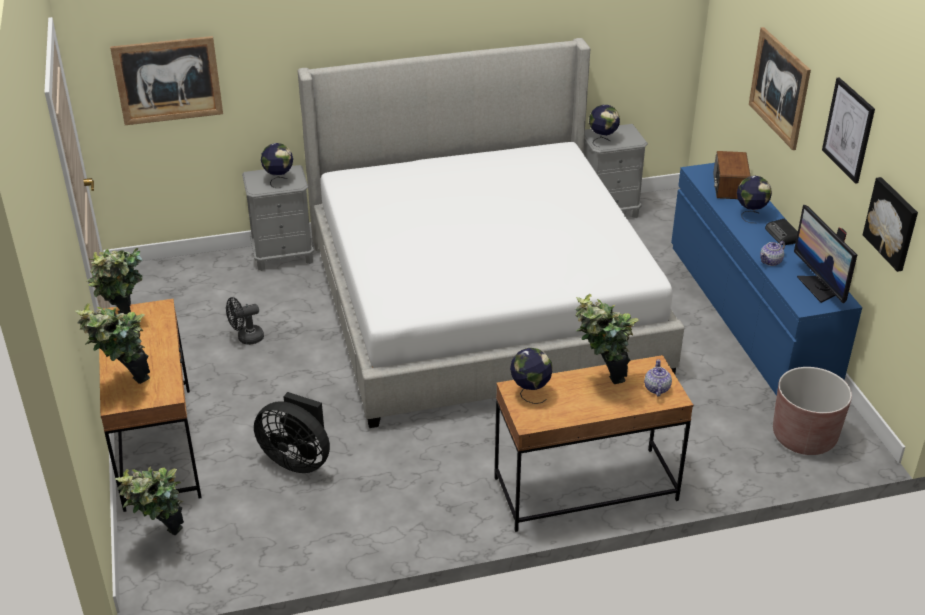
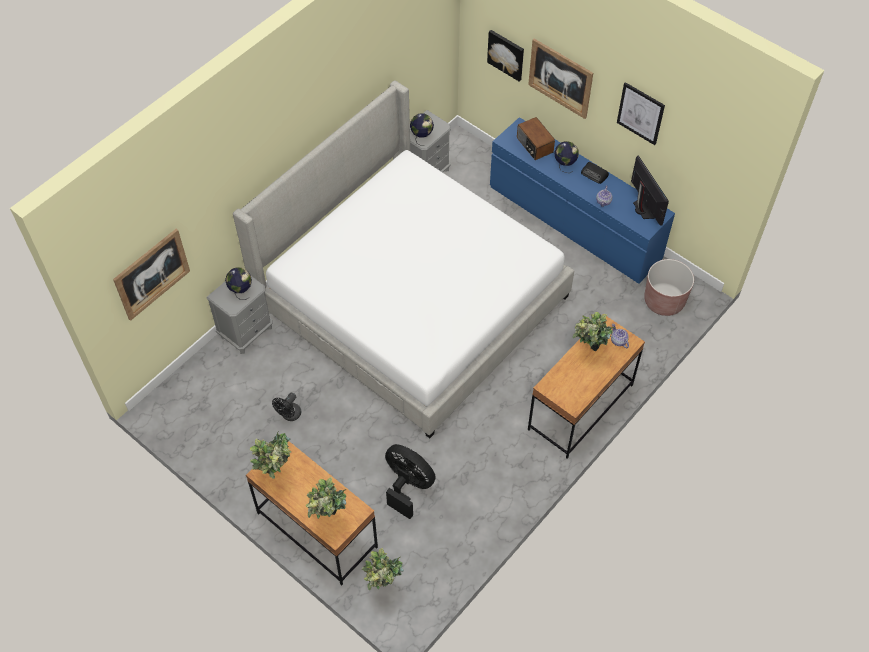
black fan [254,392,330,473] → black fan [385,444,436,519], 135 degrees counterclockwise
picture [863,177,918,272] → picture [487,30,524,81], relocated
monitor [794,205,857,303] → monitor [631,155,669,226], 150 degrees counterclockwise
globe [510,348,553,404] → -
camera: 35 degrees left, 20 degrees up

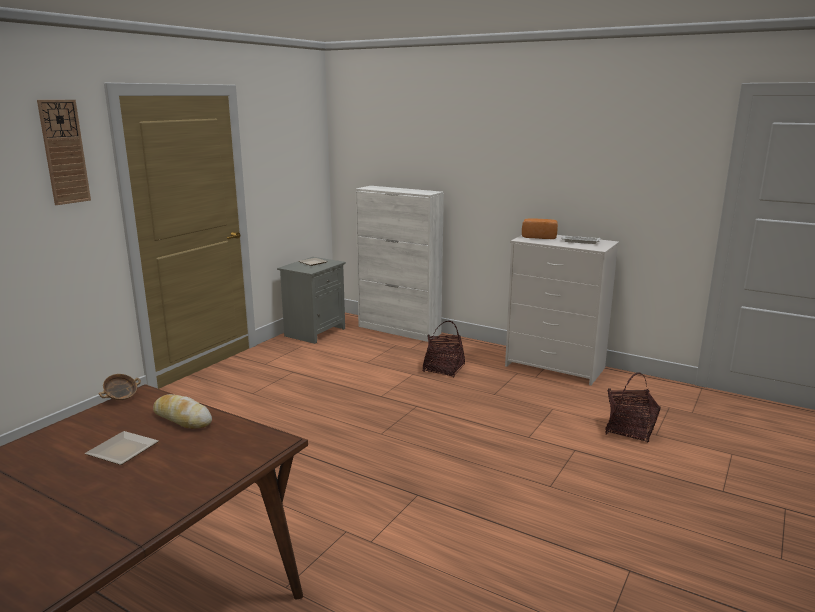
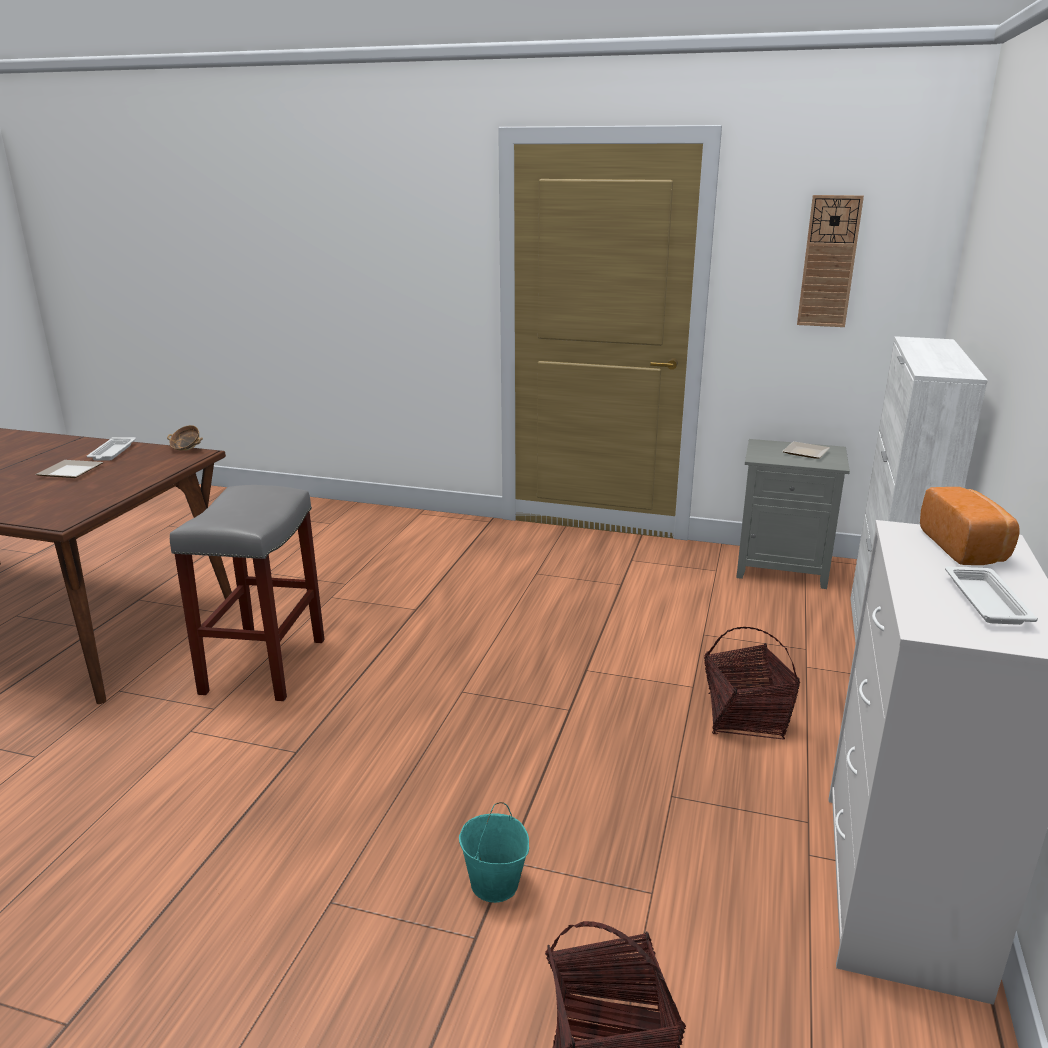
- → white tray [87,437,136,461]
- → grey stool [170,485,324,701]
- → turquoise bucket [459,802,529,903]
wall clock [37,100,91,205] → wall clock [797,195,864,327], relocated
bread [153,394,212,429] → -
camera: 75 degrees right, 5 degrees up

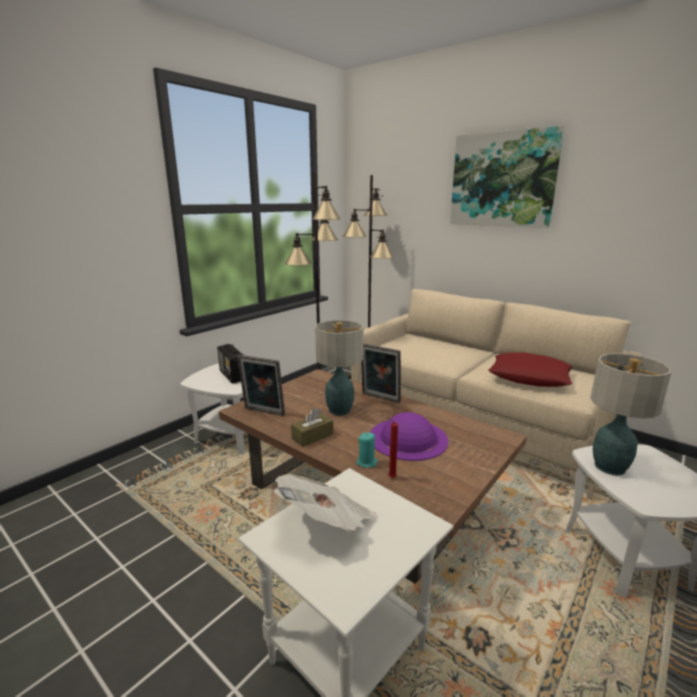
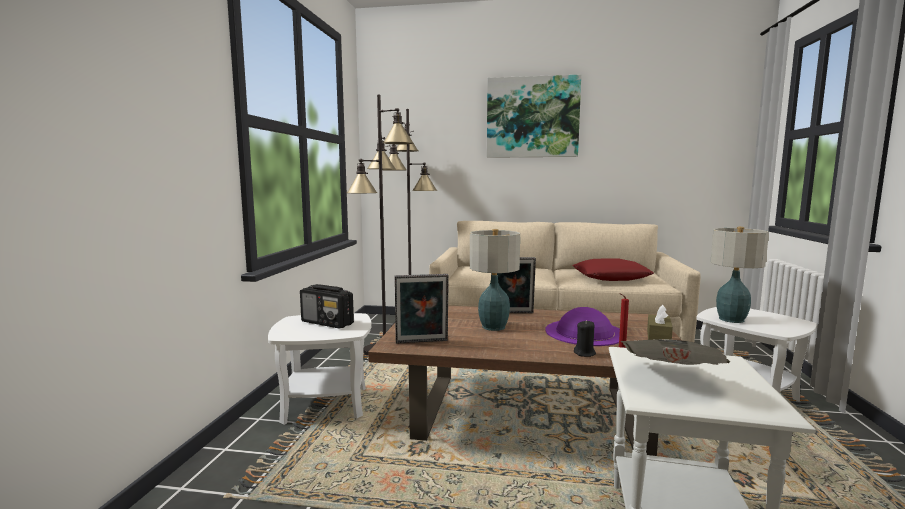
turquoise candle [356,432,378,468] → black candle [574,320,596,357]
brown tissue box [291,408,333,447] → brown tissue box [647,305,673,340], relocated
camera: 30 degrees left, 10 degrees down

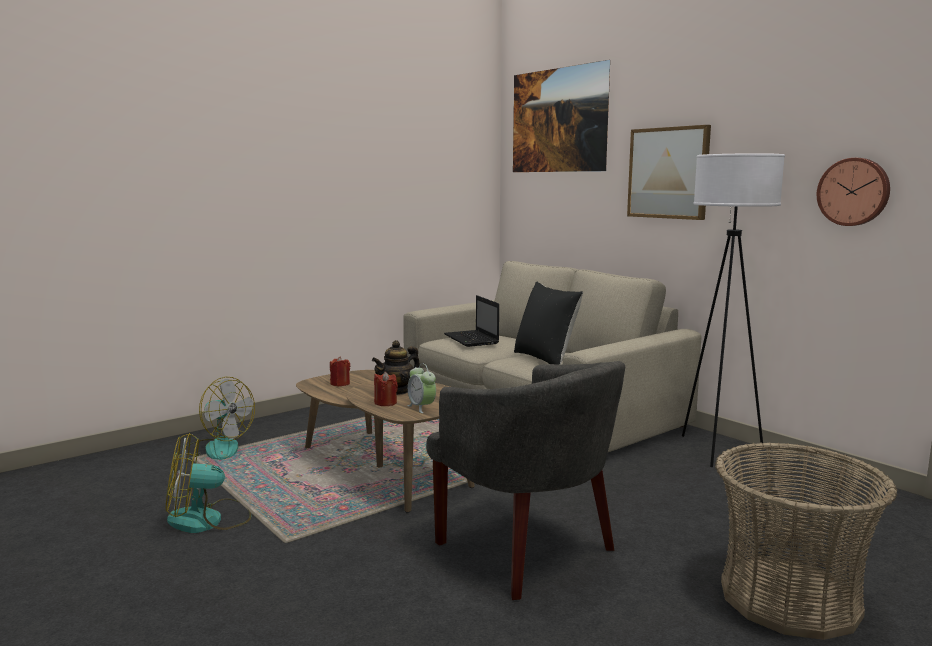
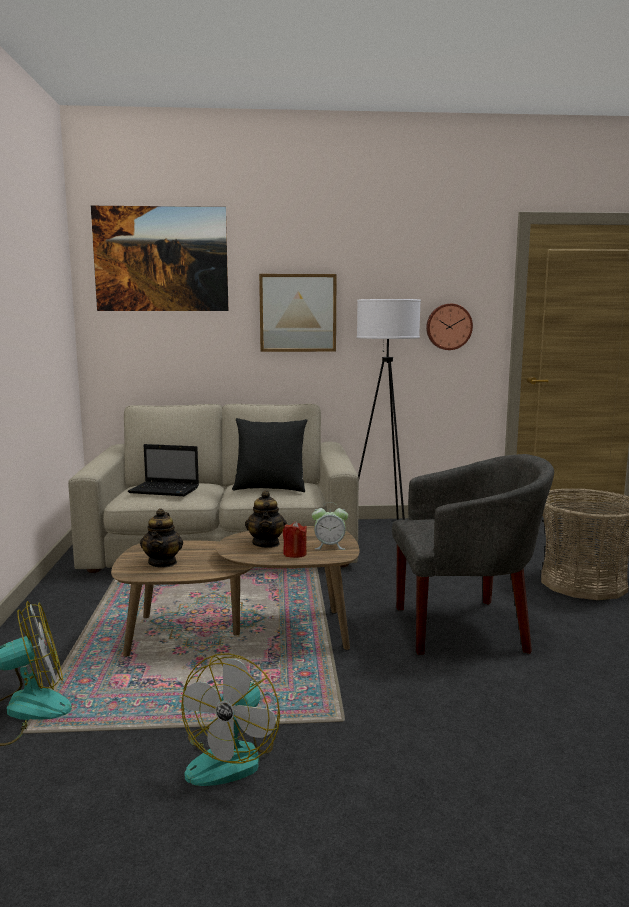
red candle [330,356,350,387] → teapot [140,508,183,568]
camera: 55 degrees left, 0 degrees up

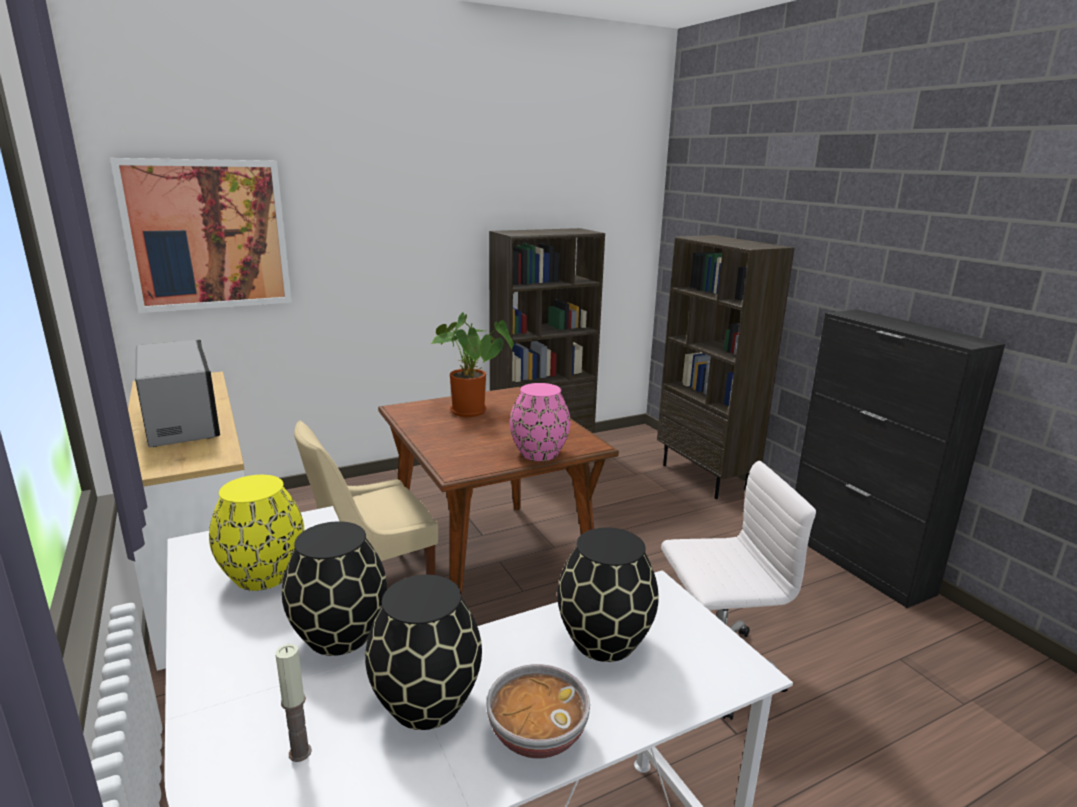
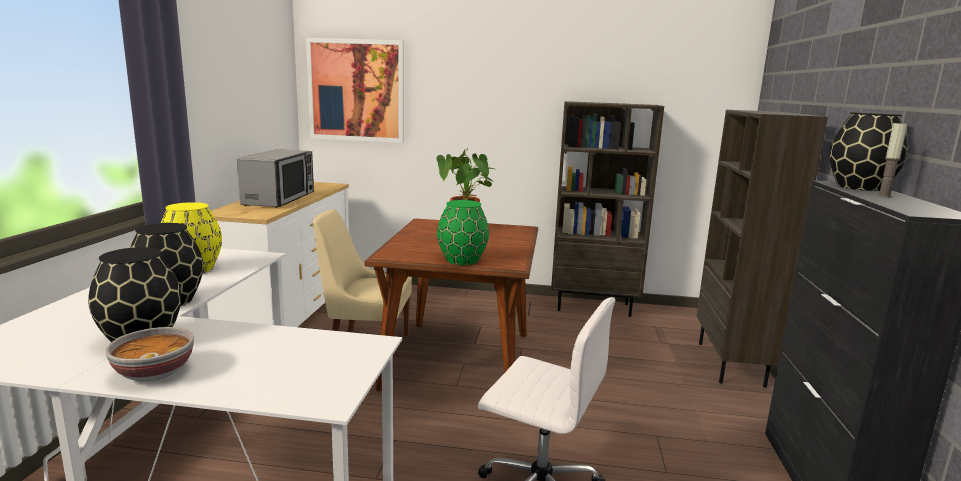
pink vase [510,383,571,461] → green vase [437,200,489,265]
black vase [557,527,659,662] → black vase [830,112,908,191], relocated
candle [275,644,312,762] → candle [877,122,908,197], relocated
camera: 35 degrees right, 5 degrees down

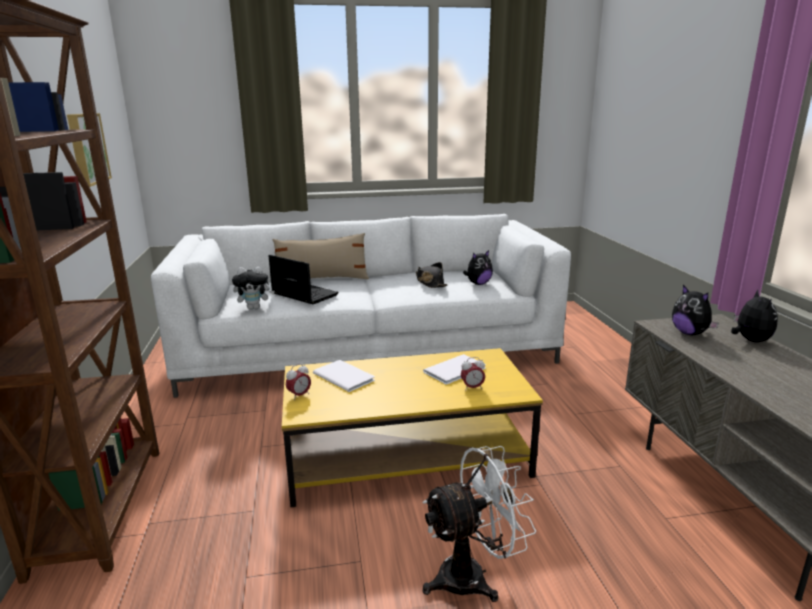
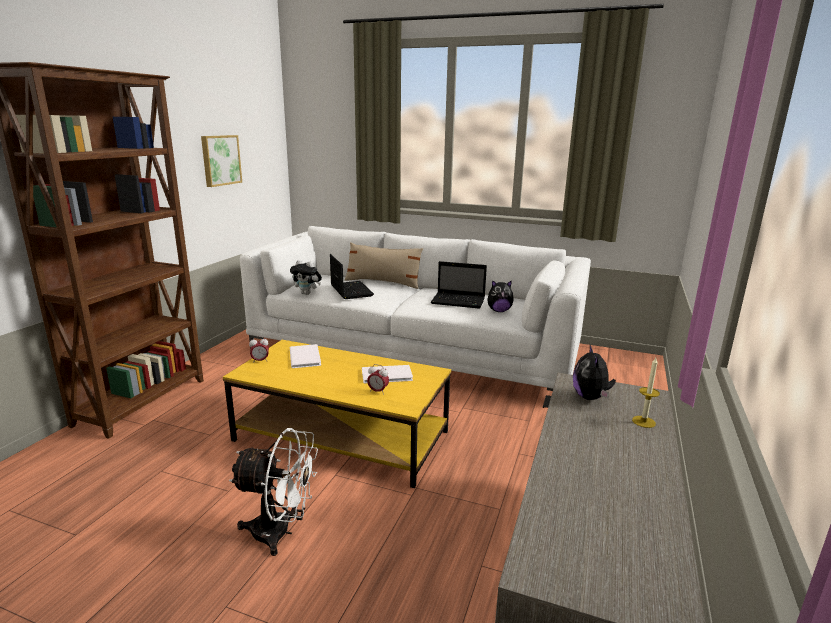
black hat [416,262,448,288] → laptop [431,261,487,309]
plush toy [731,290,778,342] → candle [632,358,660,428]
camera: 30 degrees right, 0 degrees up

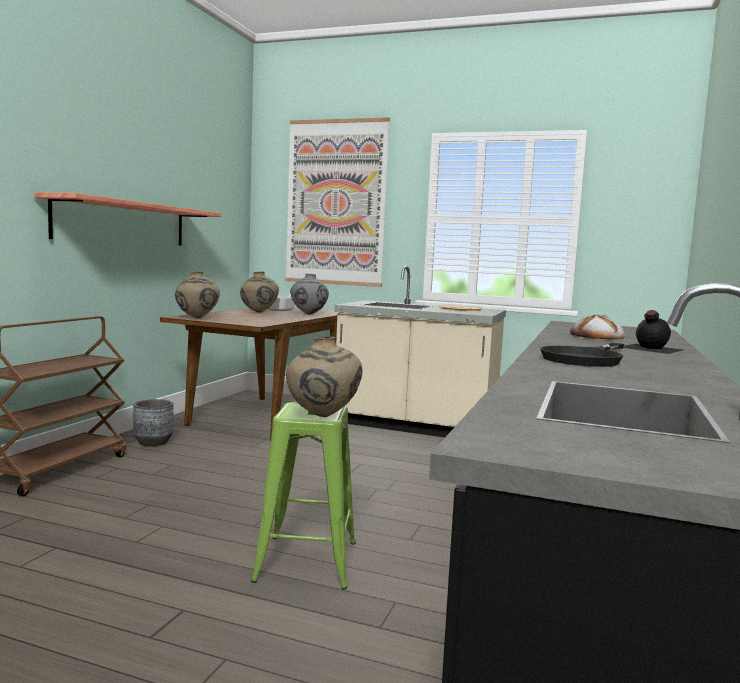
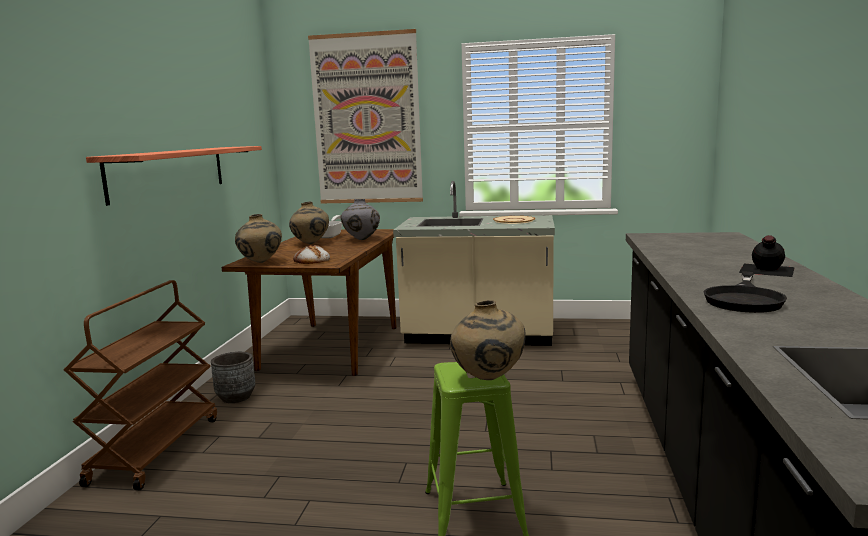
bread [570,315,625,339] → bread [293,245,330,264], relocated
camera: 10 degrees left, 5 degrees up

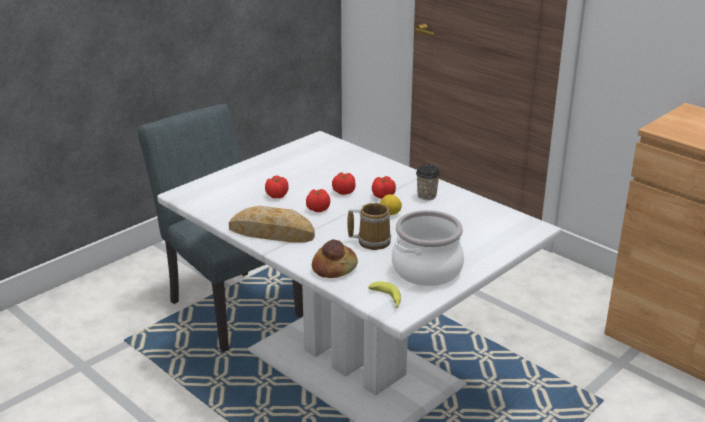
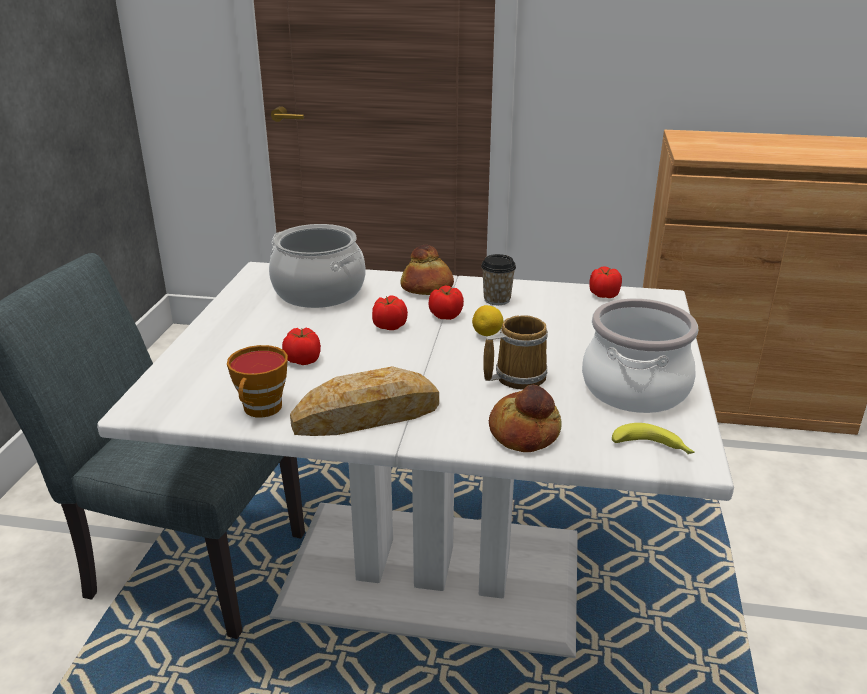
- → cup [227,345,288,418]
- → cooking pot [269,224,365,308]
- → bread [400,245,454,295]
tomato [306,189,330,212] → tomato [590,266,622,298], relocated
camera: 35 degrees left, 0 degrees up

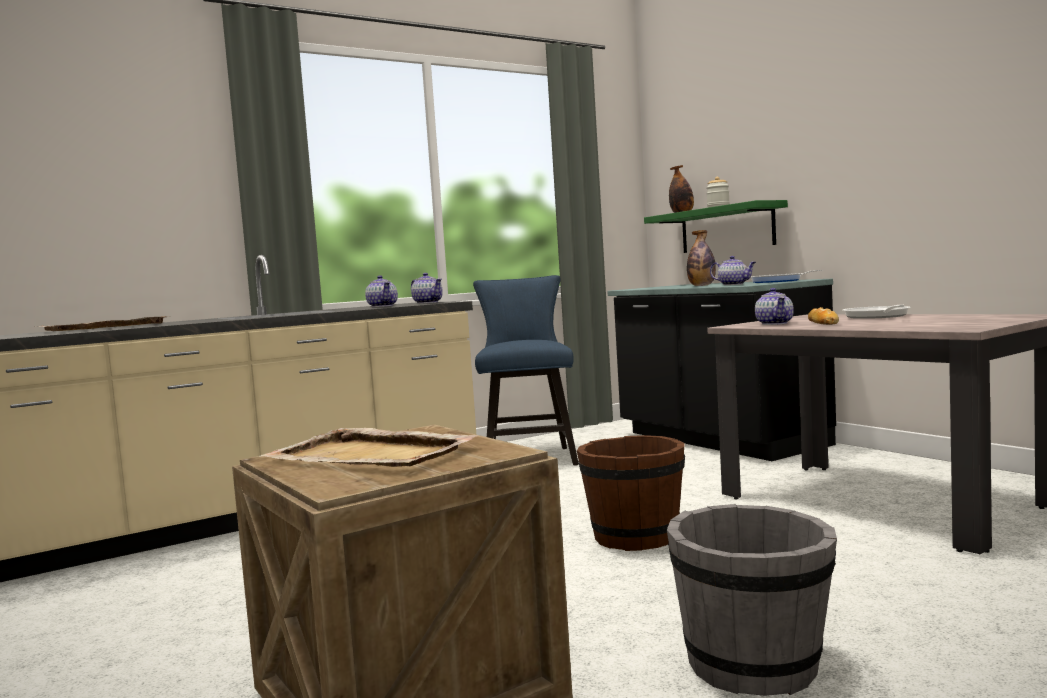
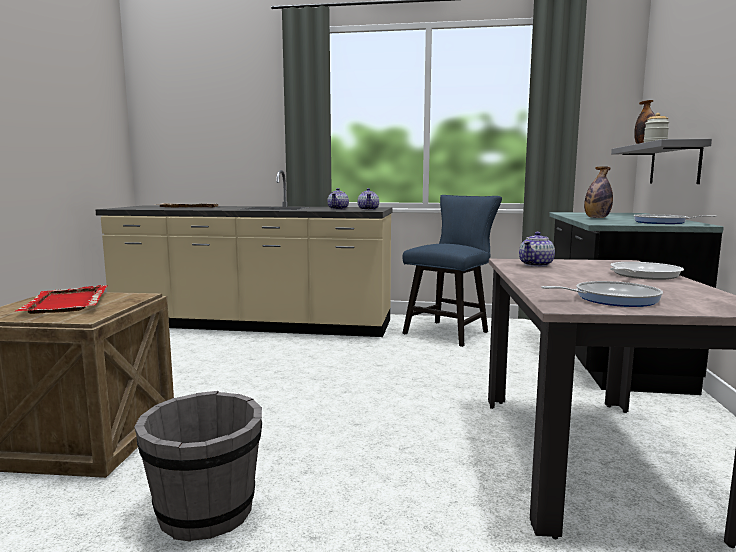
beige tray [259,428,479,467] → red tray [15,285,108,314]
- → frying pan [541,281,663,307]
green shelf [644,200,788,253] → grey shelf [611,139,712,184]
brown bucket [577,435,685,551] → -
teapot [710,256,756,285] → -
bread [808,307,839,325] → -
camera: 40 degrees right, 5 degrees up

